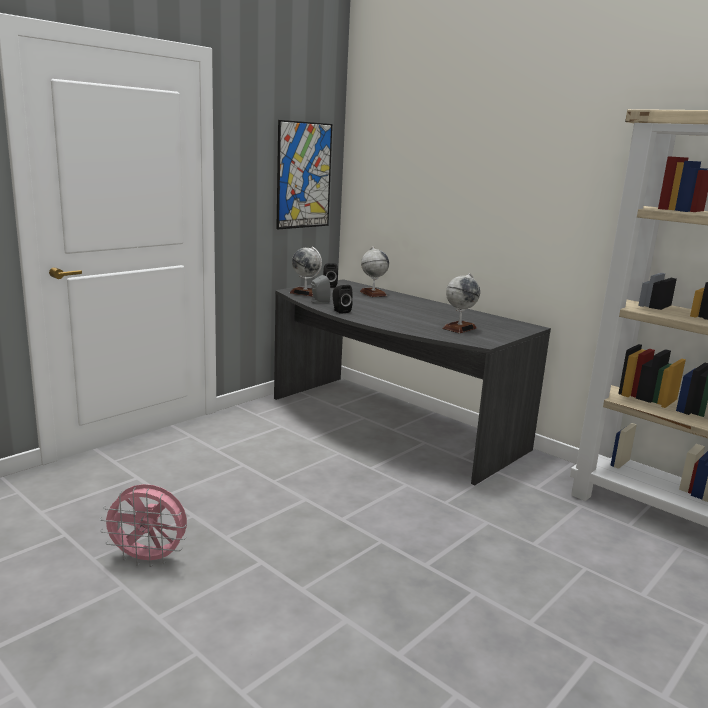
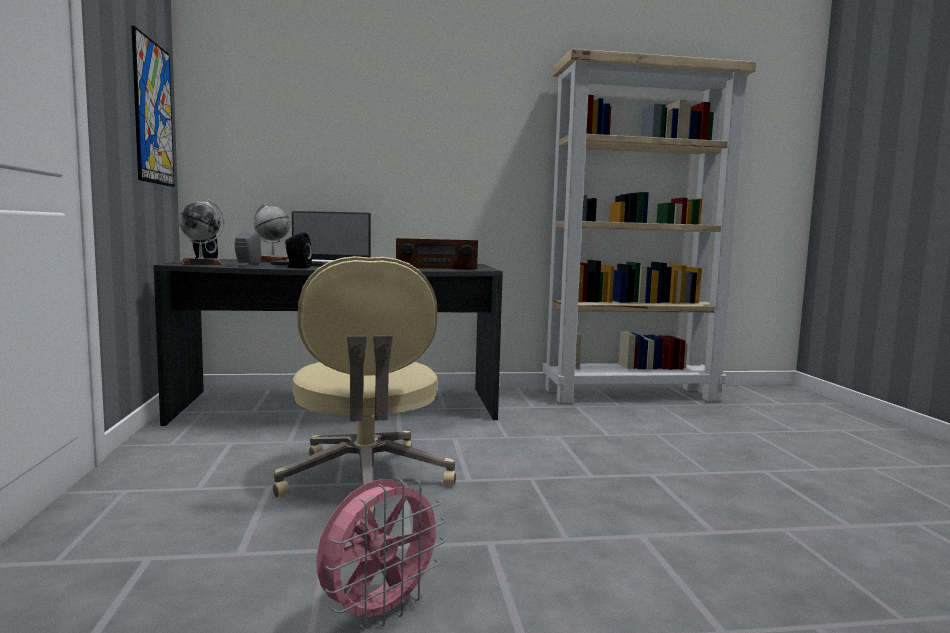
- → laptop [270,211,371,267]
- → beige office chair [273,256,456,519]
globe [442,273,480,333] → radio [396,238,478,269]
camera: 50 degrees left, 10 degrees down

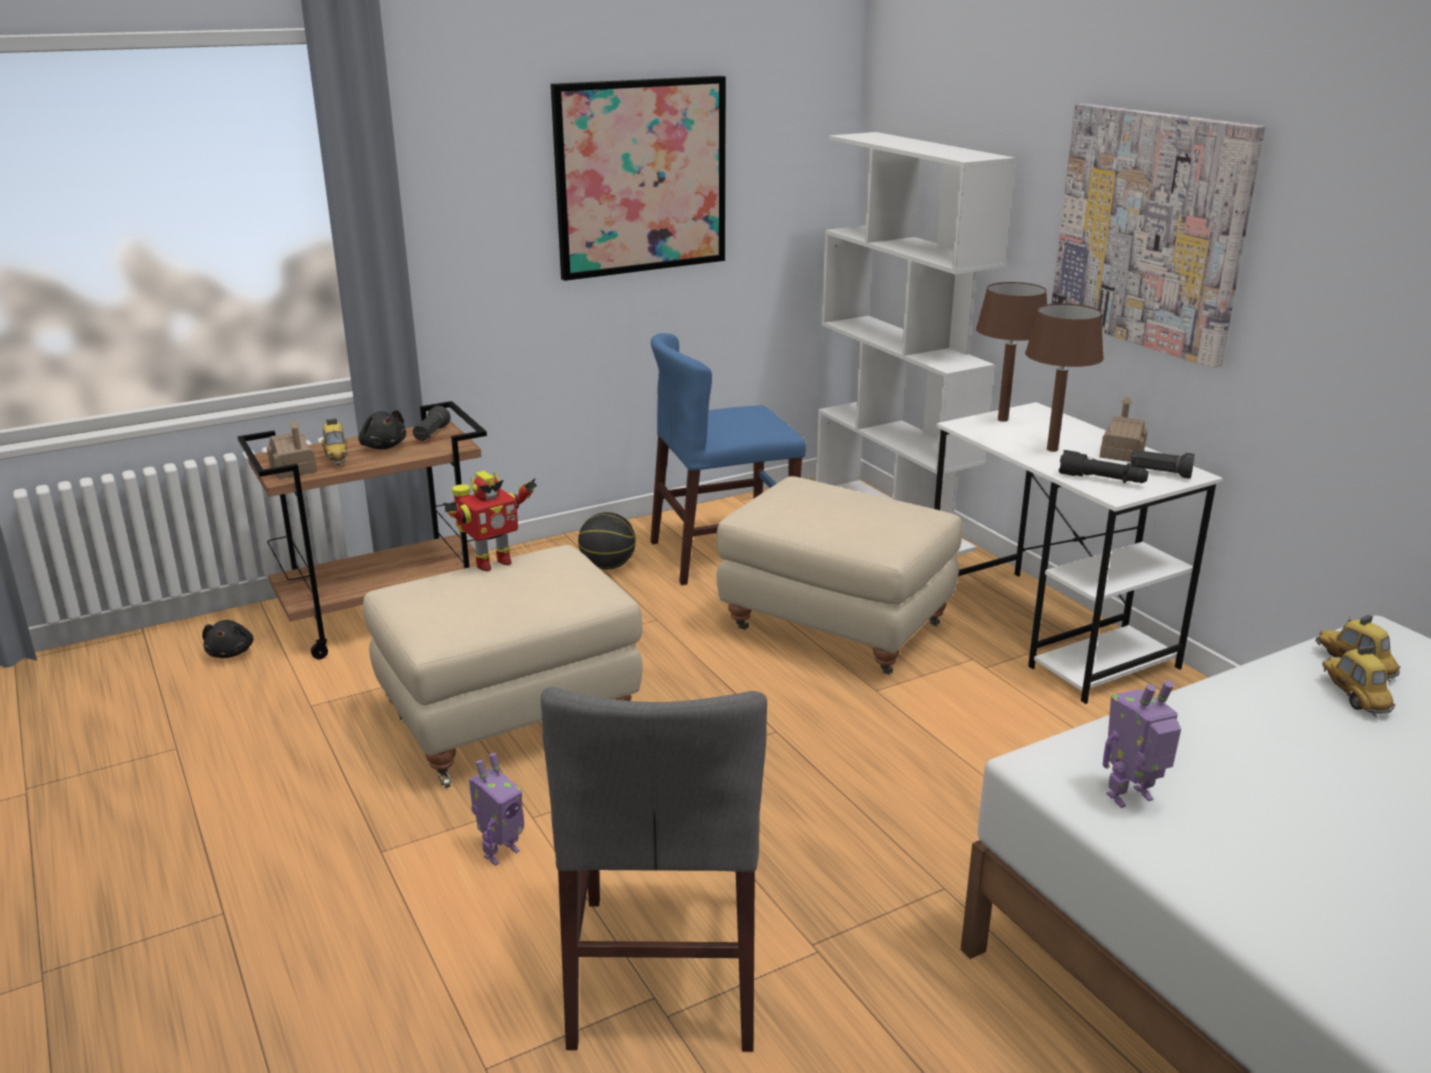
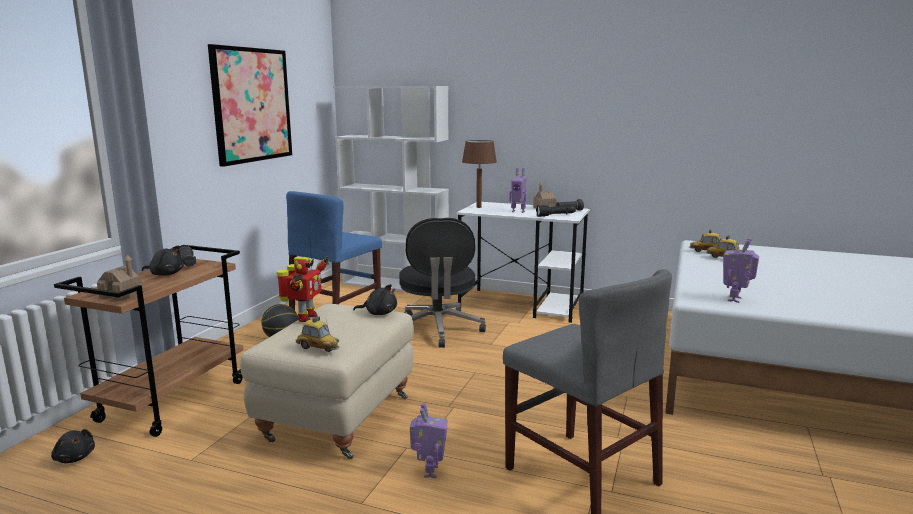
toy car [321,418,347,465] → toy car [295,316,339,352], relocated
- → black plush toy [353,284,397,315]
beige ottoman [716,476,963,675] → black office chair [399,218,486,348]
brown table lamp [1025,303,1104,452] → toy robot [509,168,527,213]
picture [1052,103,1265,368] → -
camera: 40 degrees left, 10 degrees down

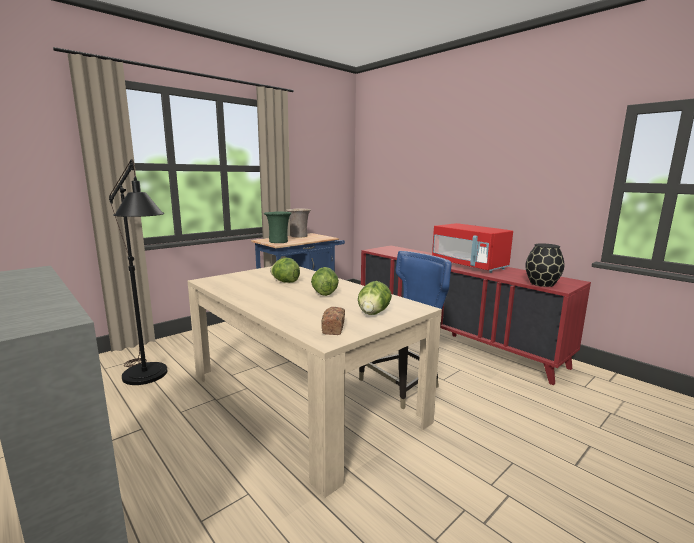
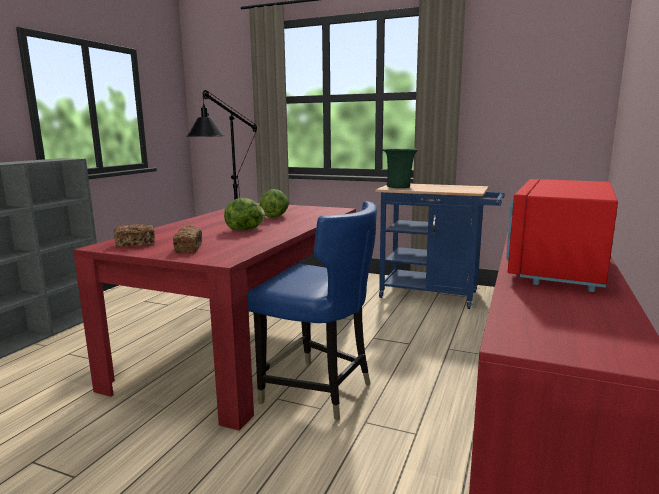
beige dining table [188,266,442,498] → red dining table [73,203,356,431]
lettuce [358,281,392,315] → bread [173,226,202,253]
beige vase [286,208,311,237] → -
black vase [525,243,564,287] → -
camera: 65 degrees right, 0 degrees up

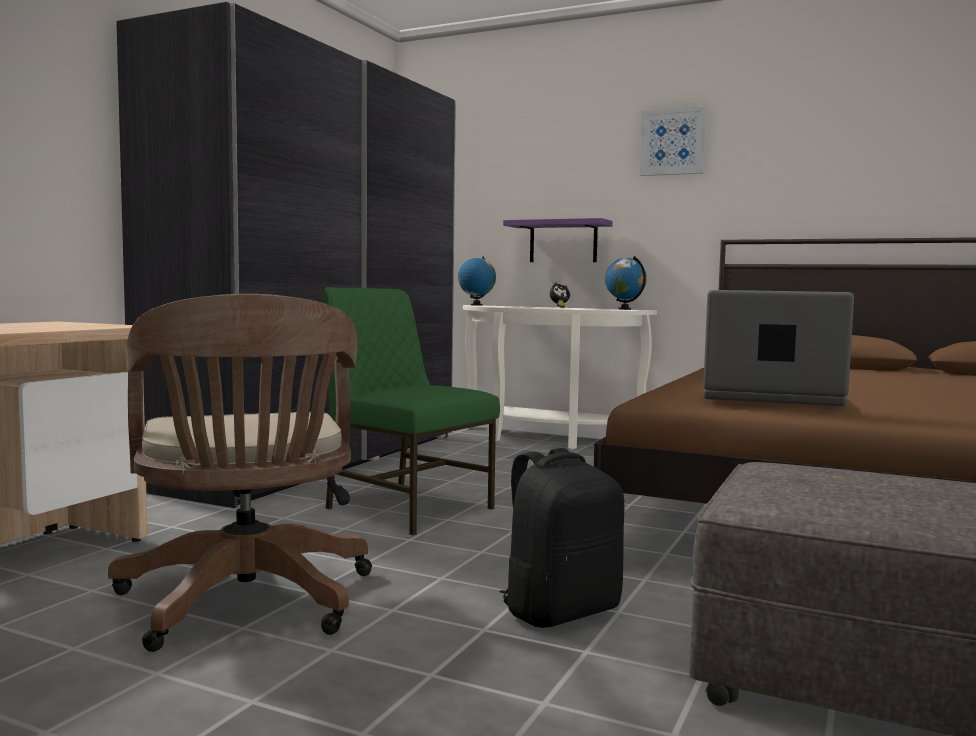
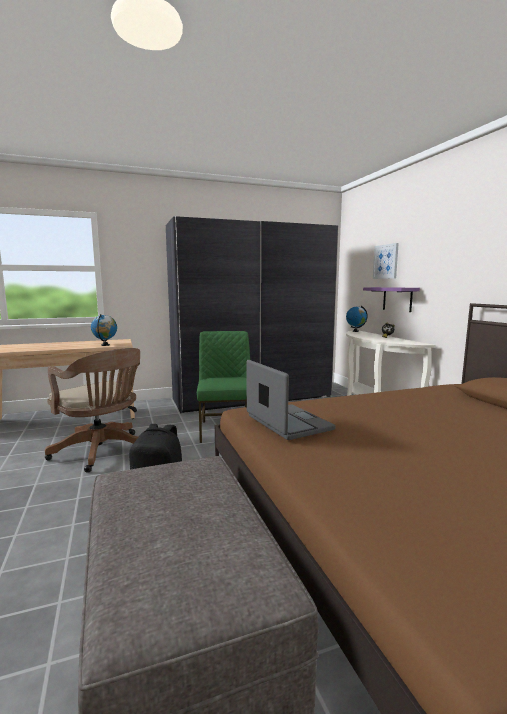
brown office chair [108,294,372,652] → brown office chair [45,348,140,473], 75 degrees counterclockwise
globe [605,256,647,310] → globe [91,314,117,346], relocated
picture [640,106,707,176] → picture [373,243,399,279], relocated
camera: 45 degrees right, 5 degrees up

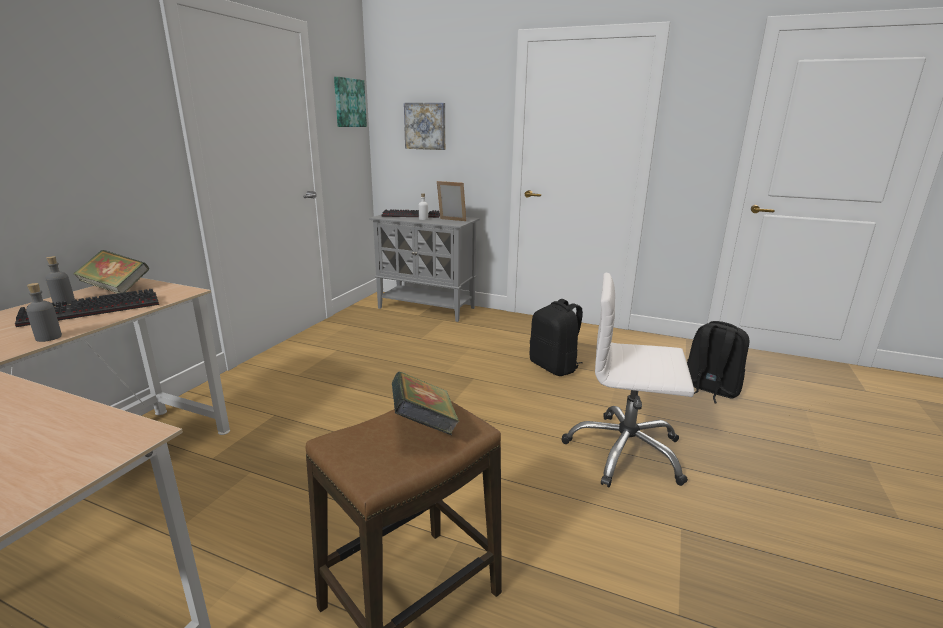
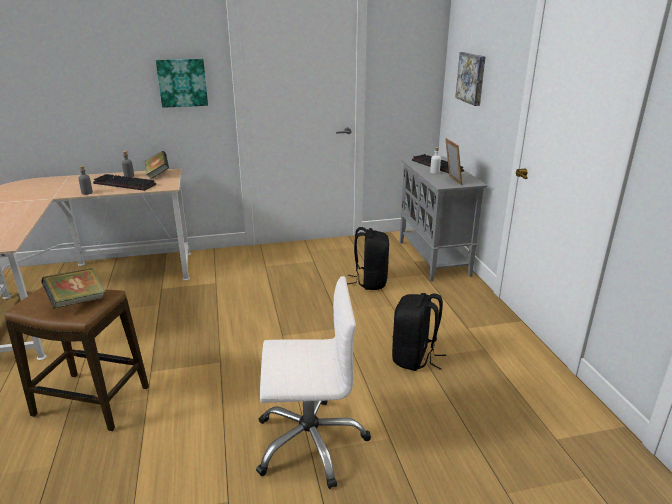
picture [334,77,367,127] → picture [156,59,208,108], relocated
white office chair [562,272,695,487] → white office chair [256,276,371,489], 105 degrees clockwise
black backpack [687,321,749,404] → black backpack [347,227,389,290], relocated
camera: 55 degrees right, 5 degrees up

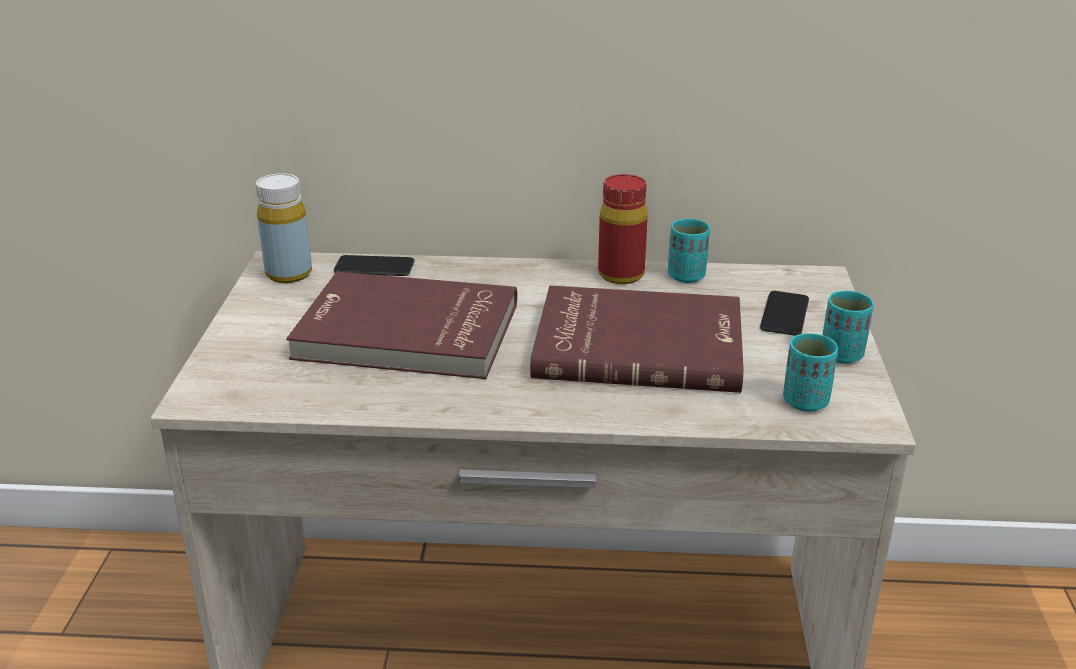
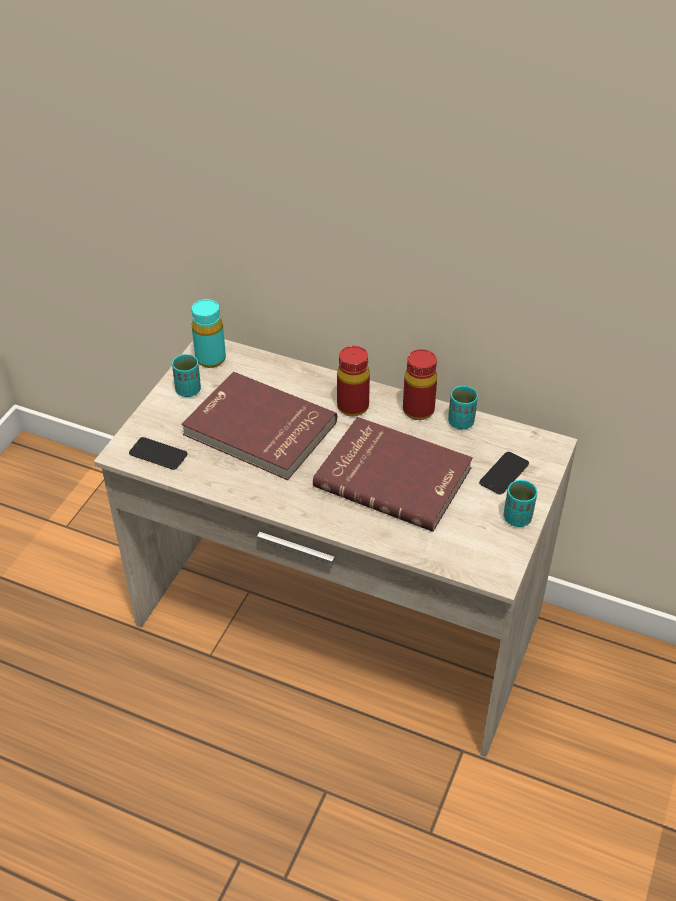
phone [334,255,415,276] → phone [129,437,188,470], relocated
turquoise cup [783,333,838,412] → turquoise cup [172,354,201,397], relocated
yellow bottle [256,173,312,283] → turquoise bottle [191,299,226,368]
- → red bottle [337,346,370,417]
camera: 20 degrees right, 15 degrees up

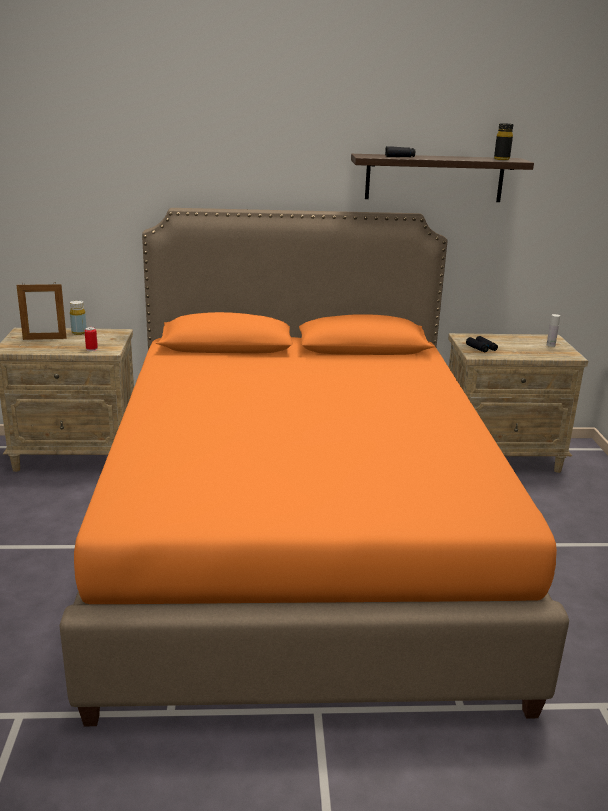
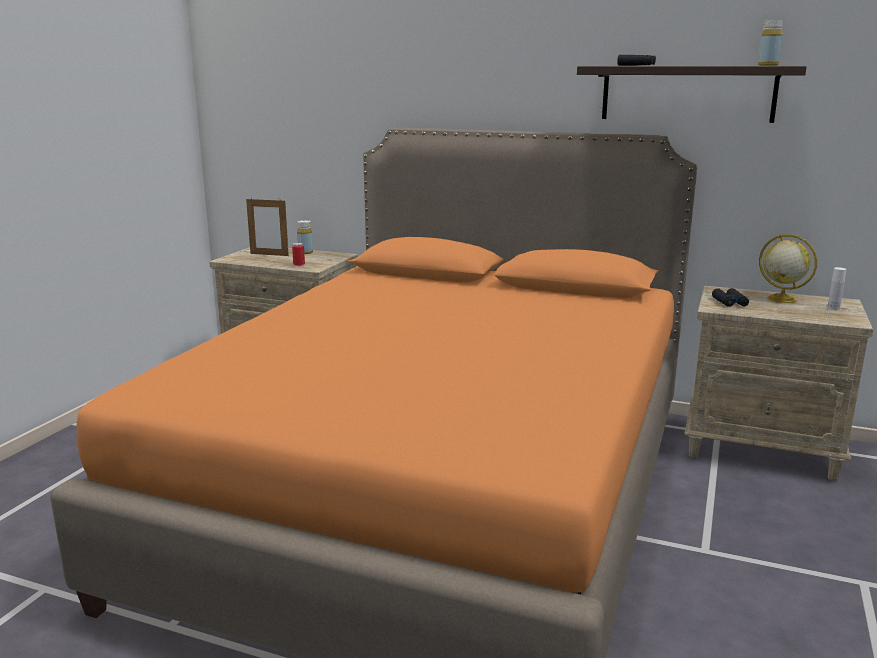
black bottle [494,123,513,160] → yellow bottle [758,20,783,66]
- → globe [759,234,817,303]
camera: 25 degrees right, 5 degrees down

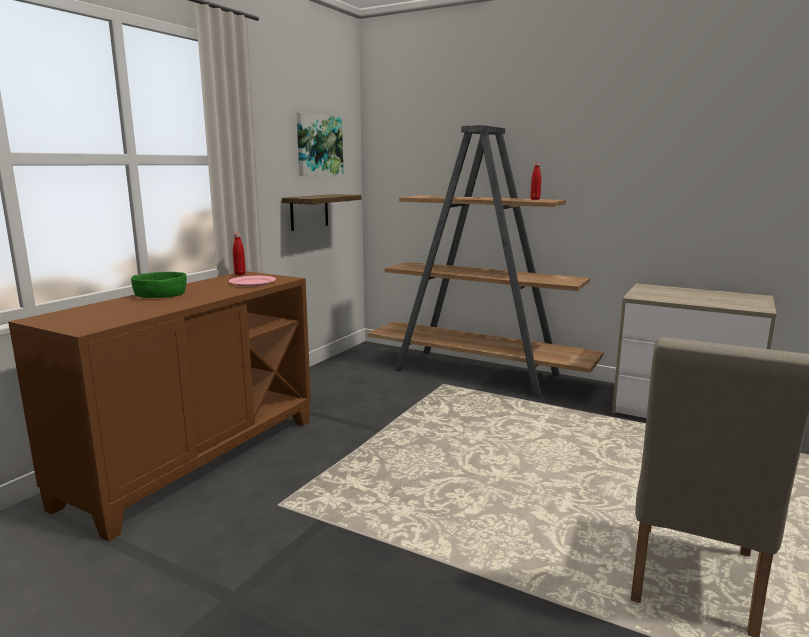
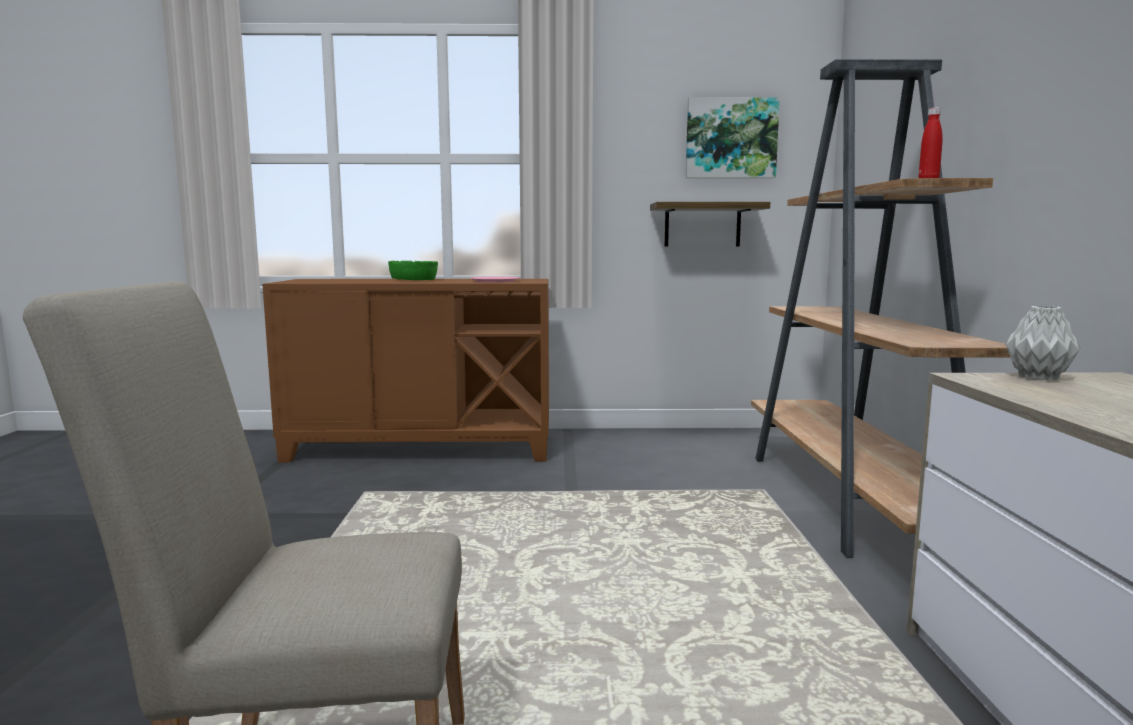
- → grey vase [1005,306,1081,380]
red bottle [233,233,246,275] → -
camera: 60 degrees right, 5 degrees down

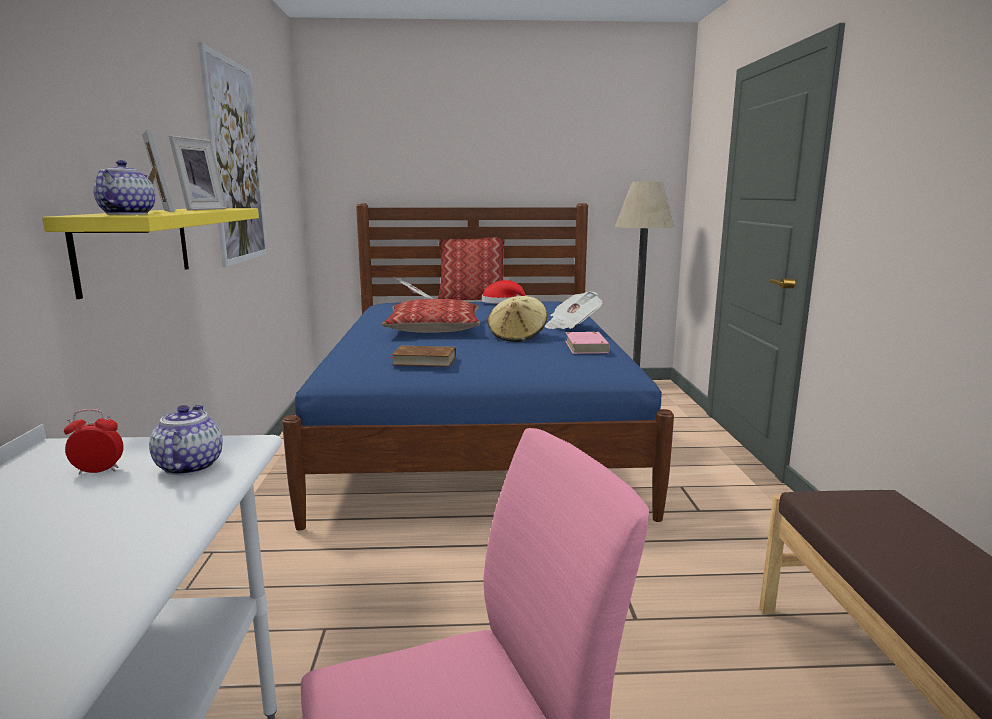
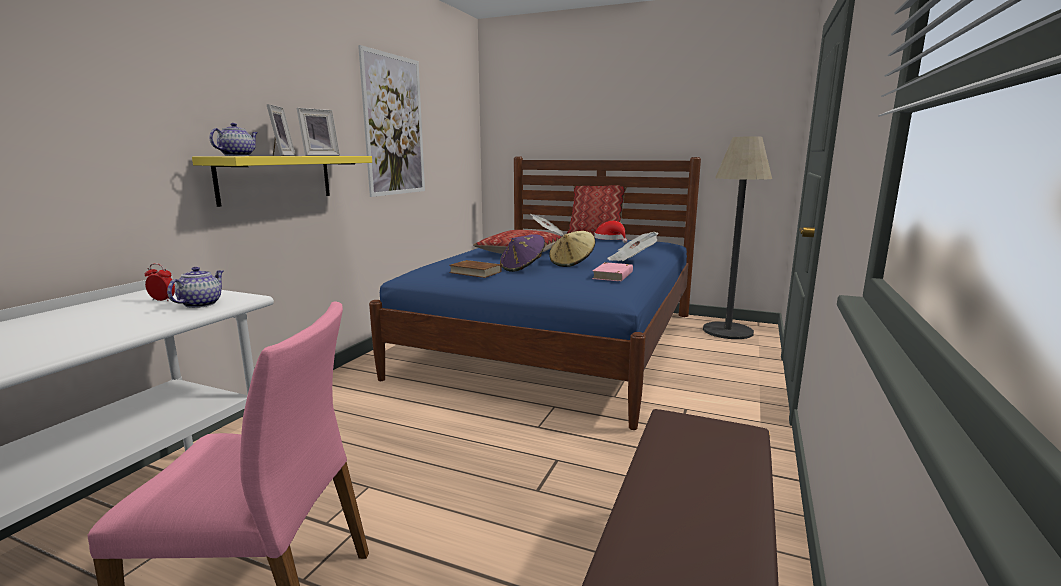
- → purple hat [500,234,545,272]
camera: 25 degrees right, 0 degrees up

